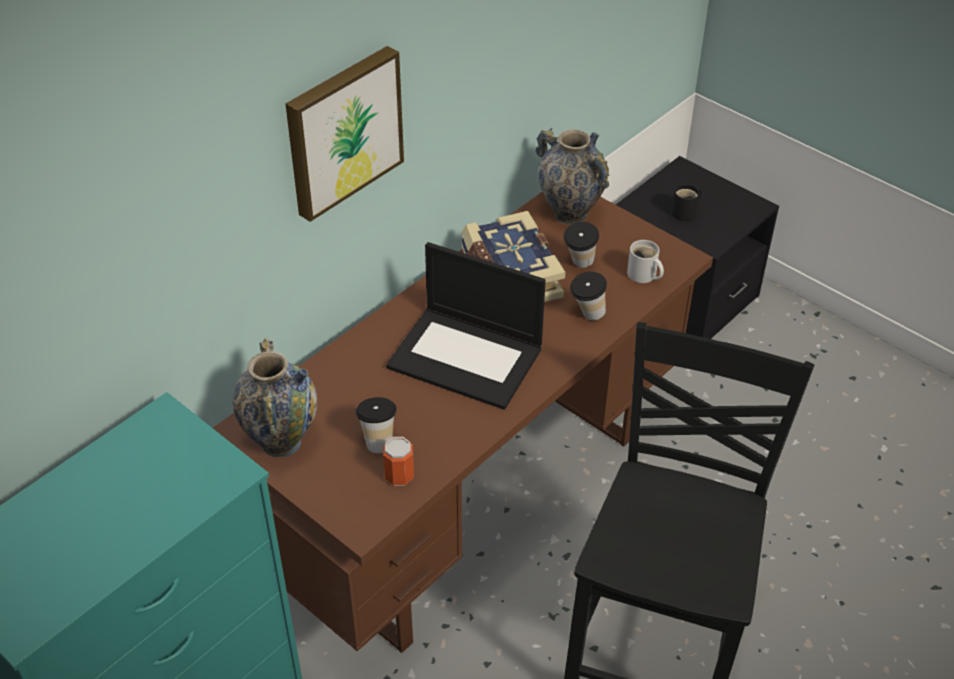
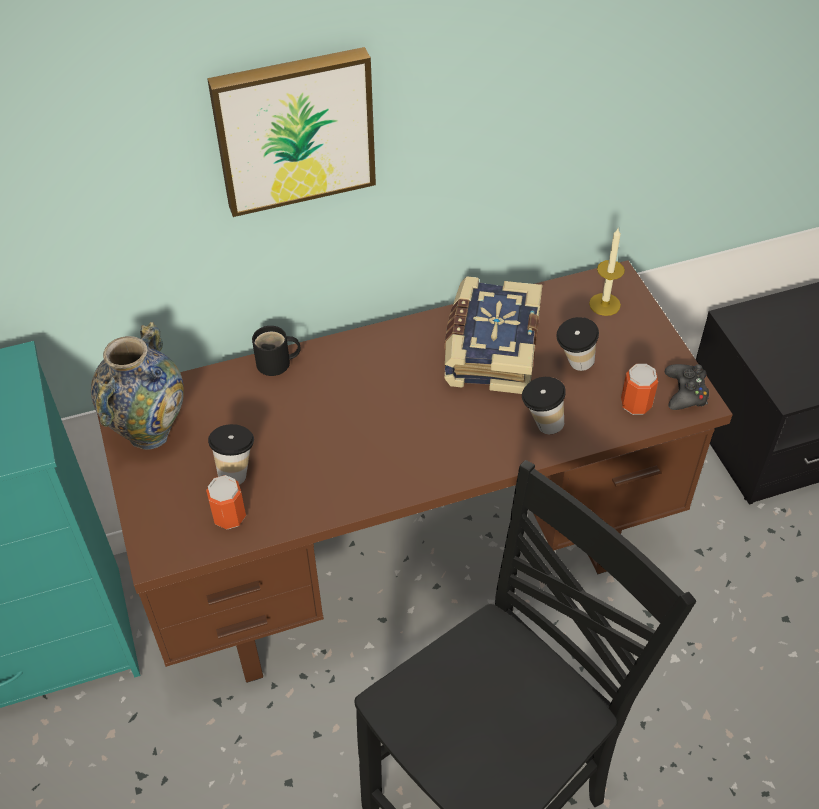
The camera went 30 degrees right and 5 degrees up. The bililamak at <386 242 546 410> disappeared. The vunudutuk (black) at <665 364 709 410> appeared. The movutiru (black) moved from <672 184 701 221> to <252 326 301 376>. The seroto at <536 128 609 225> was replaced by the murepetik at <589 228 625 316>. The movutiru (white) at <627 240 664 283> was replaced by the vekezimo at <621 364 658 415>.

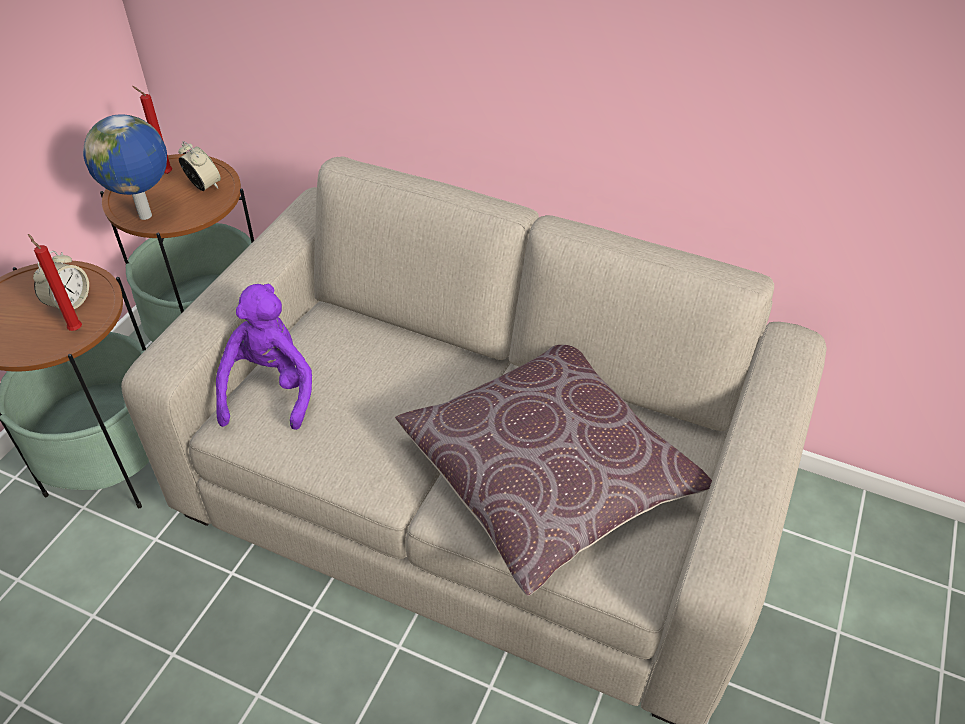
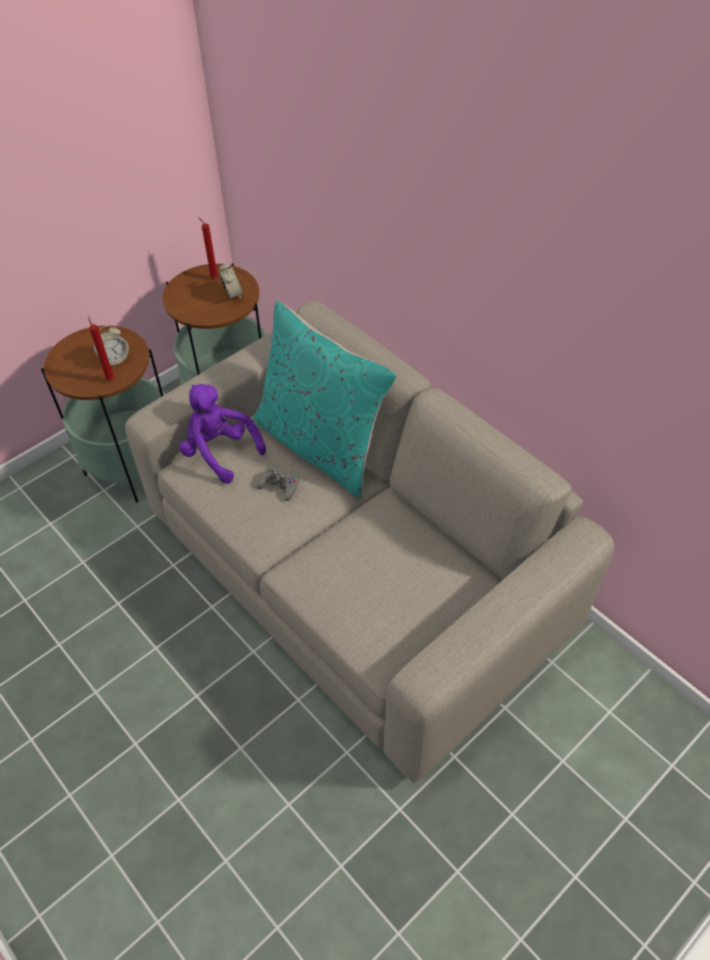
The camera went 25 degrees right and 5 degrees up. The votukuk at <83 114 167 220> disappeared. The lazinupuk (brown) at <395 345 712 596> disappeared. The lazinupuk (turquoise) at <253 301 397 498> appeared. The vunudutuk (grey) at <257 465 299 501> appeared. The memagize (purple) at <216 284 312 430> turned 75 degrees counterclockwise.

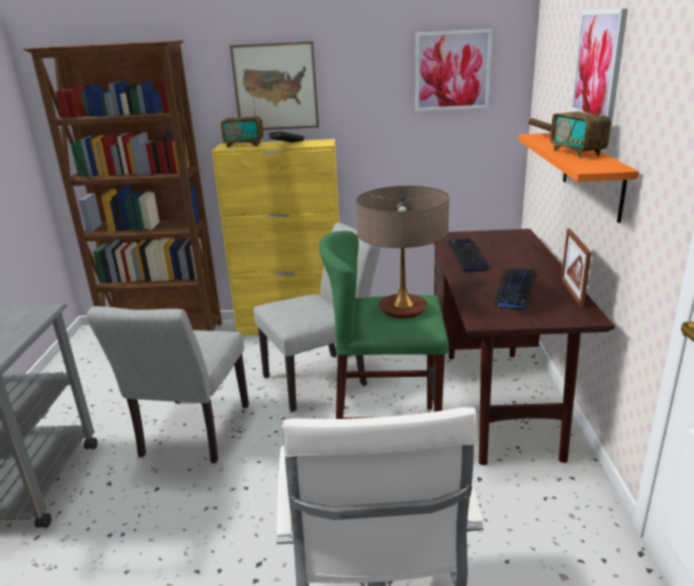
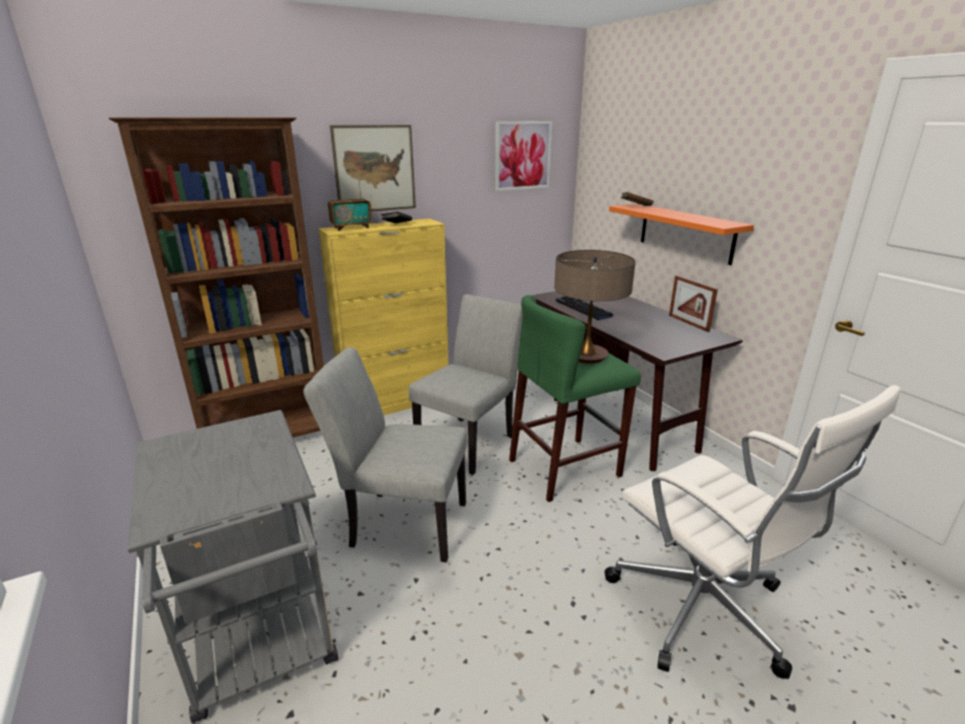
The camera went 30 degrees left and 0 degrees up. The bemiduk at <494 268 535 310> disappeared. The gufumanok at <550 83 611 158> disappeared. The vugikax at <571 8 628 125> disappeared. The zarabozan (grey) at <87 306 249 463> turned 120 degrees clockwise.

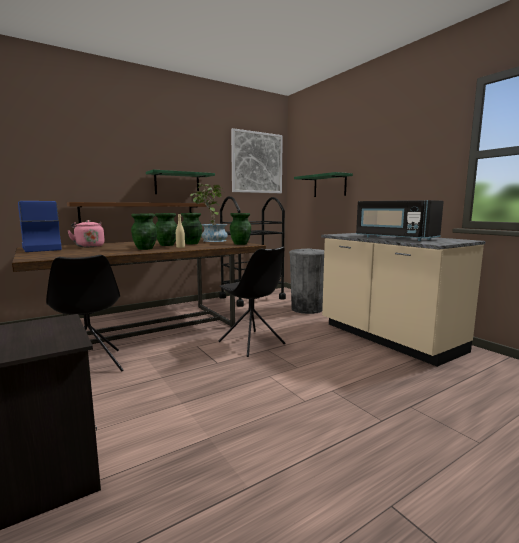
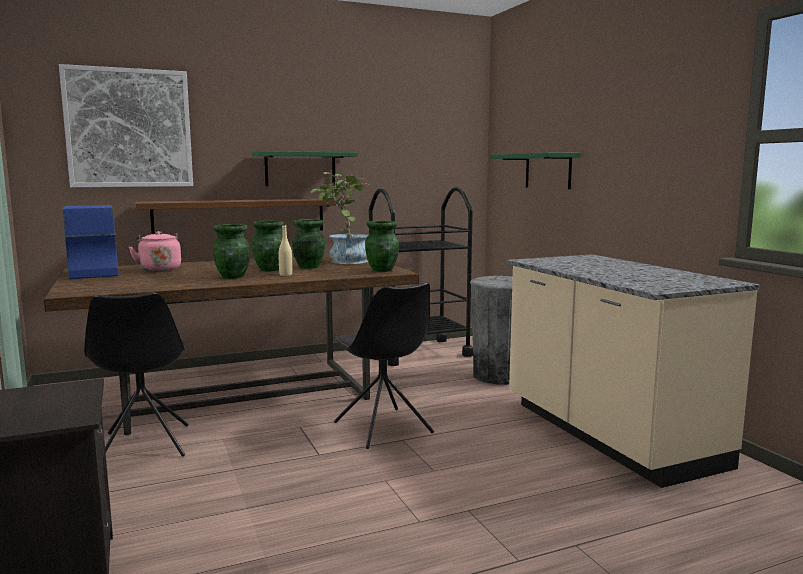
The camera went 10 degrees right and 0 degrees up. The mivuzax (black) at <356 200 444 241> disappeared. The vugikax moved from <231 128 283 193> to <59 64 193 187>.

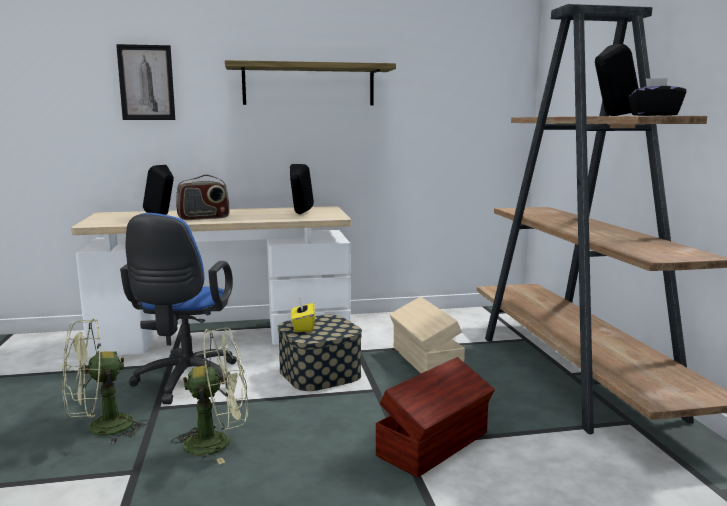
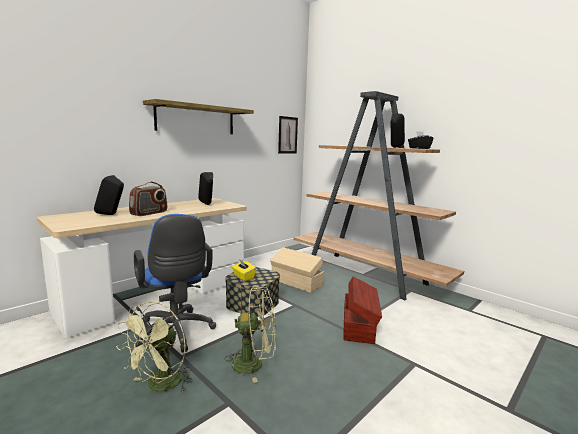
The camera went 35 degrees left and 0 degrees up. The vugikax moved from <116 44 175 120> to <278 116 298 154>. The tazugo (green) at <171 328 248 464> turned 45 degrees clockwise.

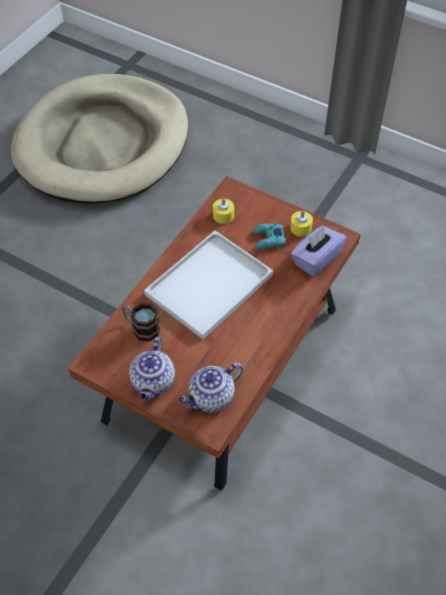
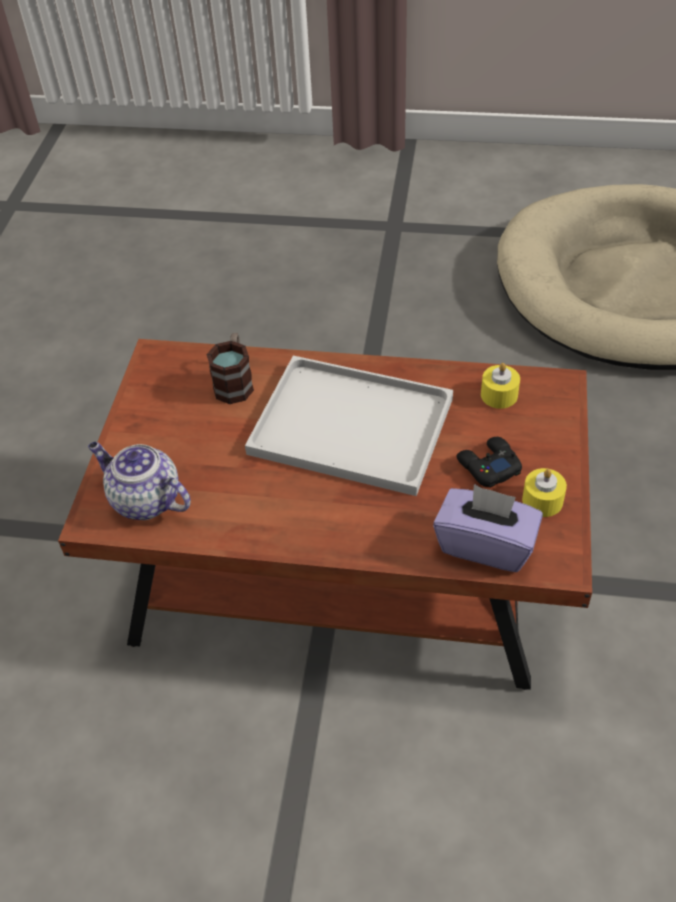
The camera went 70 degrees right and 5 degrees down. The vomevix at <129 337 175 402> disappeared. The vunudutuk (turquoise) at <253 222 286 249> became the vunudutuk (black) at <457 437 522 488>.

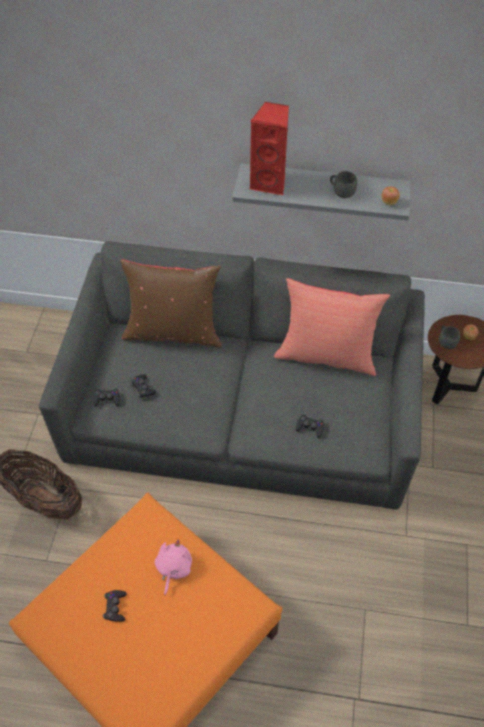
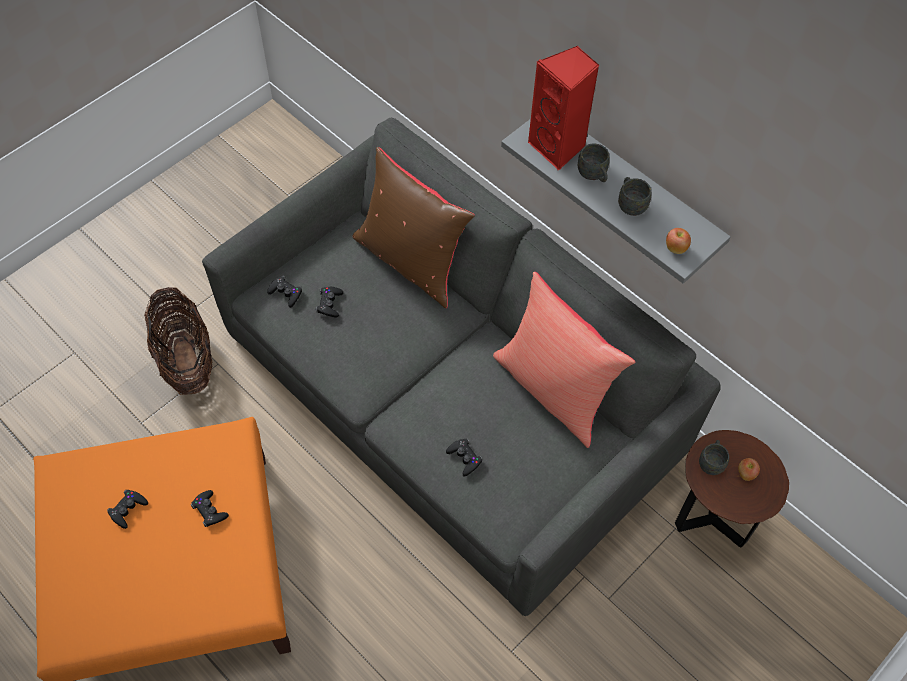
The camera went 35 degrees right and 5 degrees up. The movutiru (grey) at <578 144 610 182> appeared. The memagize (pink) at <155 539 192 595> was replaced by the vunudutuk (black) at <191 490 229 527>.

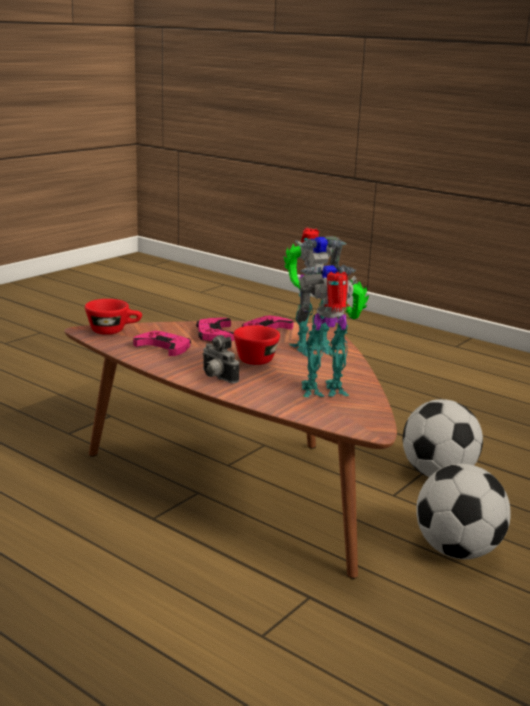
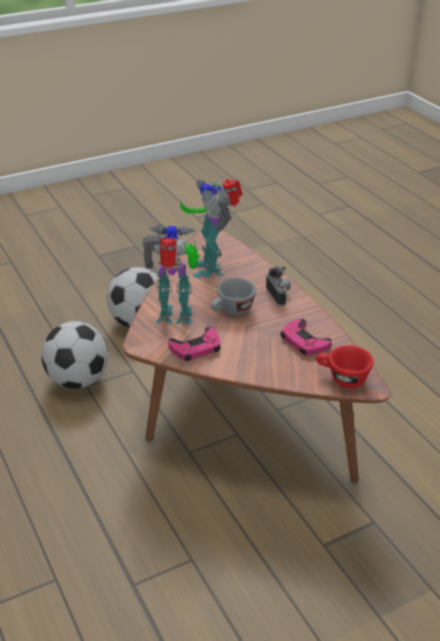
The camera went 155 degrees left and 15 degrees up. The vunudutuk (pink) at <196 318 234 341> disappeared. The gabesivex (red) at <233 325 280 365> became the gabesivex (grey) at <211 278 256 315>. The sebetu at <297 264 369 397> turned 60 degrees clockwise.

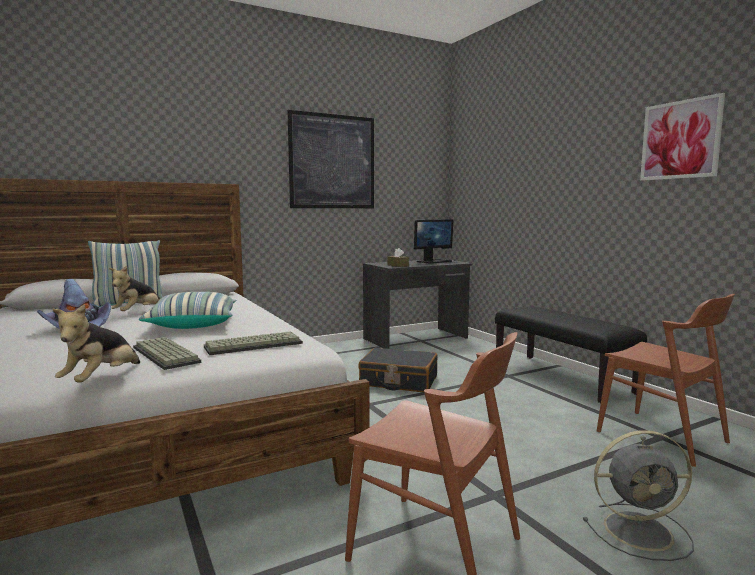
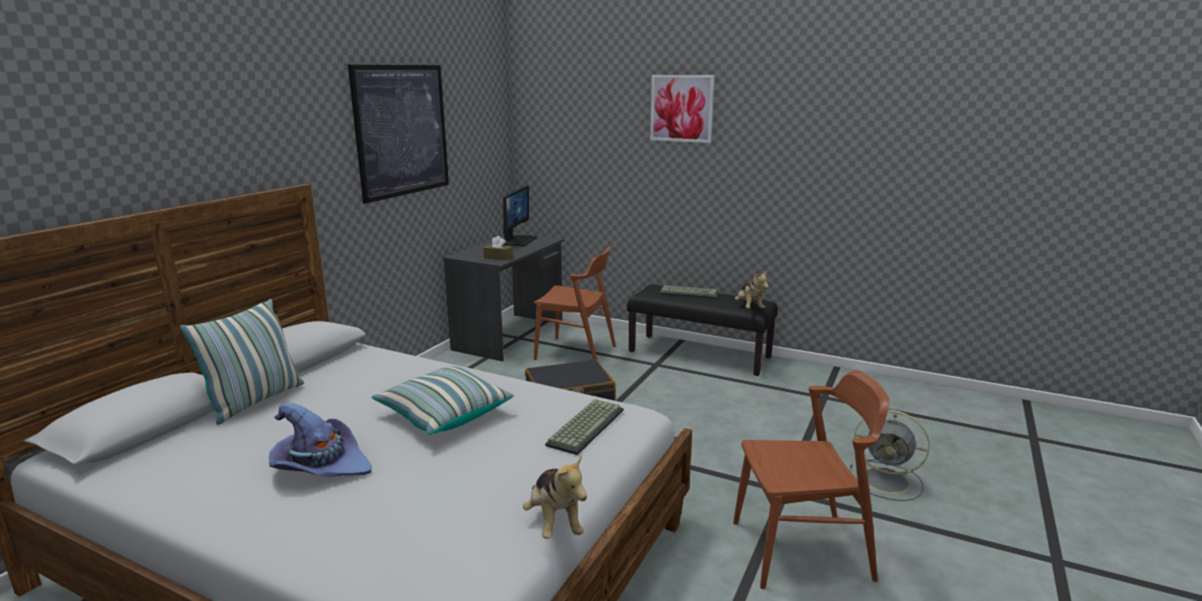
The camera went 35 degrees left and 10 degrees up. The memagize moved from <109 266 161 311> to <735 270 769 309>. The bemiduk moved from <133 337 201 370> to <660 285 718 299>. The zarabozan (brown) moved from <597 294 735 467> to <534 247 616 360>. The vugikax moved from <640 93 725 181> to <650 75 715 143>. The tazugo (grey) at <583 430 694 561> turned 60 degrees clockwise.

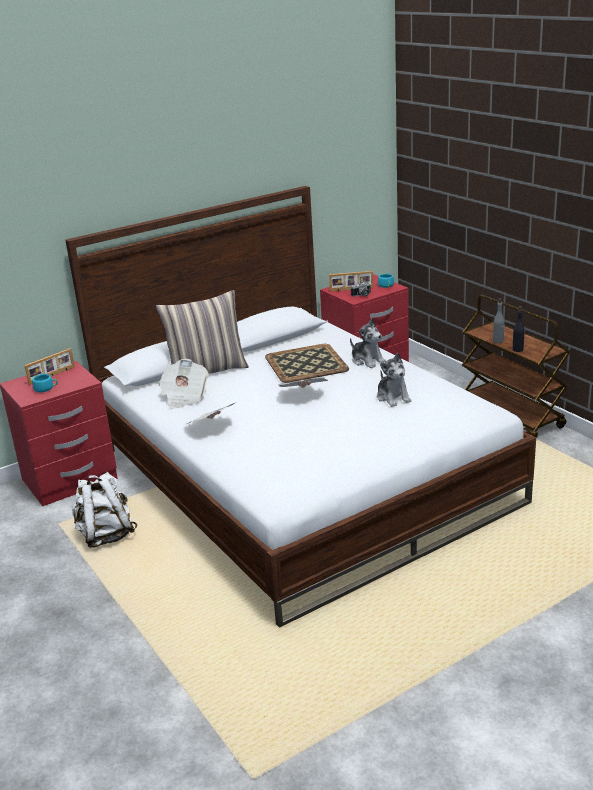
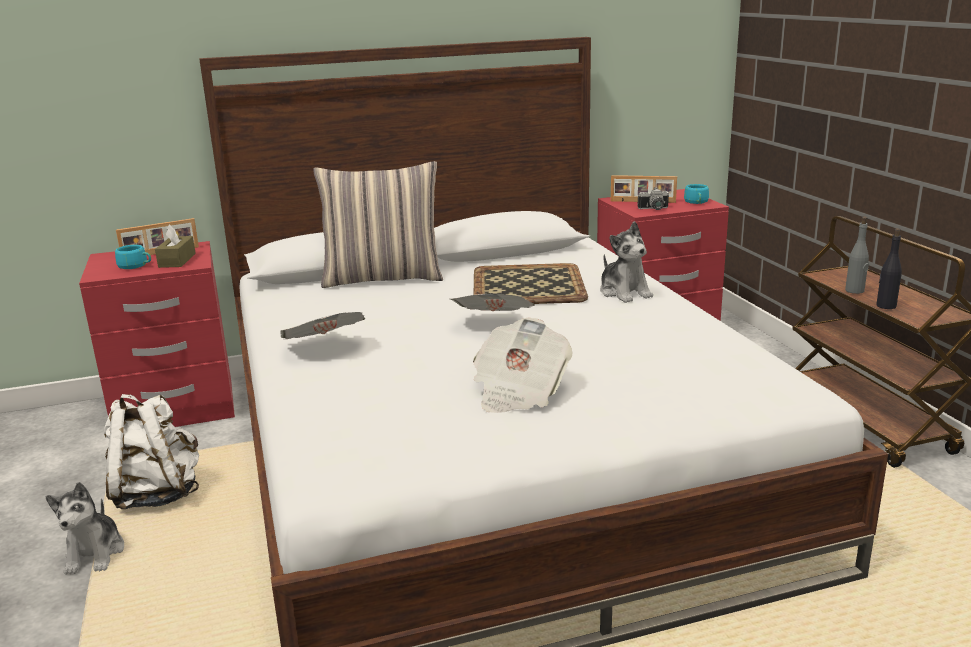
The camera went 15 degrees right and 5 degrees down. The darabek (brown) at <155 224 196 268> appeared. The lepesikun moved from <159 359 209 409> to <473 318 573 413>. The memagize moved from <377 353 412 407> to <46 482 124 575>.

